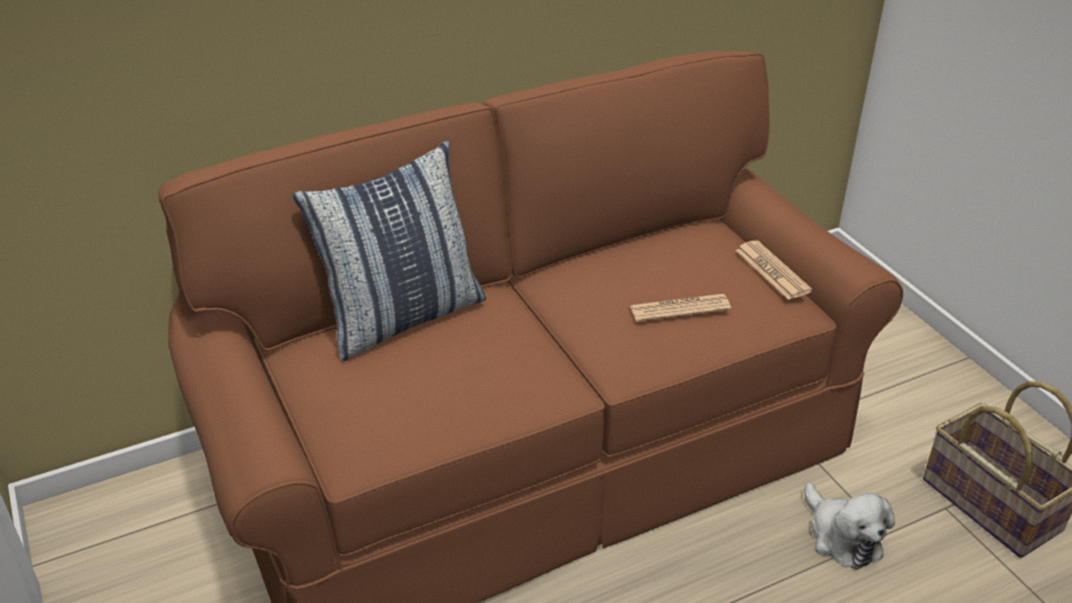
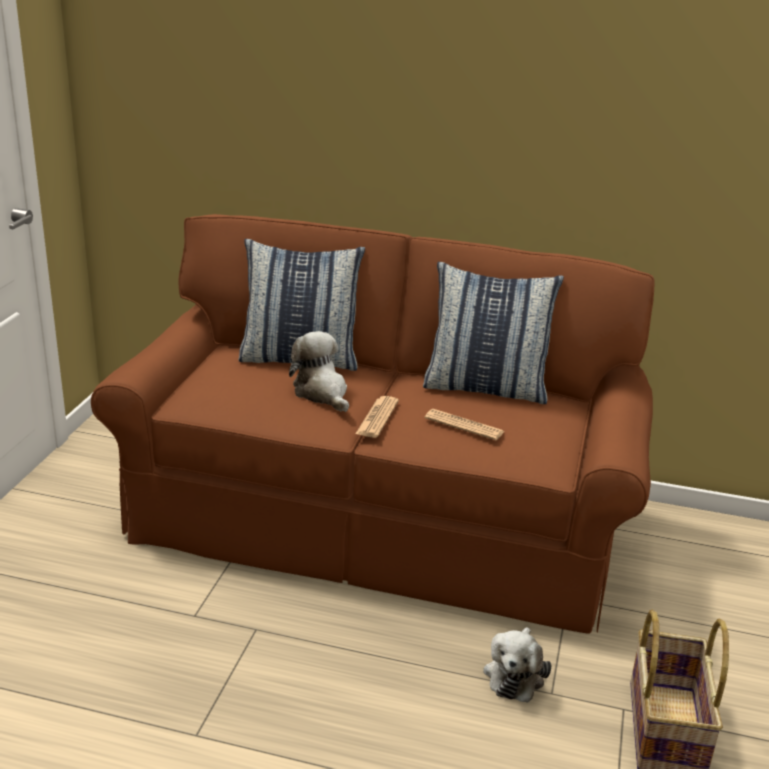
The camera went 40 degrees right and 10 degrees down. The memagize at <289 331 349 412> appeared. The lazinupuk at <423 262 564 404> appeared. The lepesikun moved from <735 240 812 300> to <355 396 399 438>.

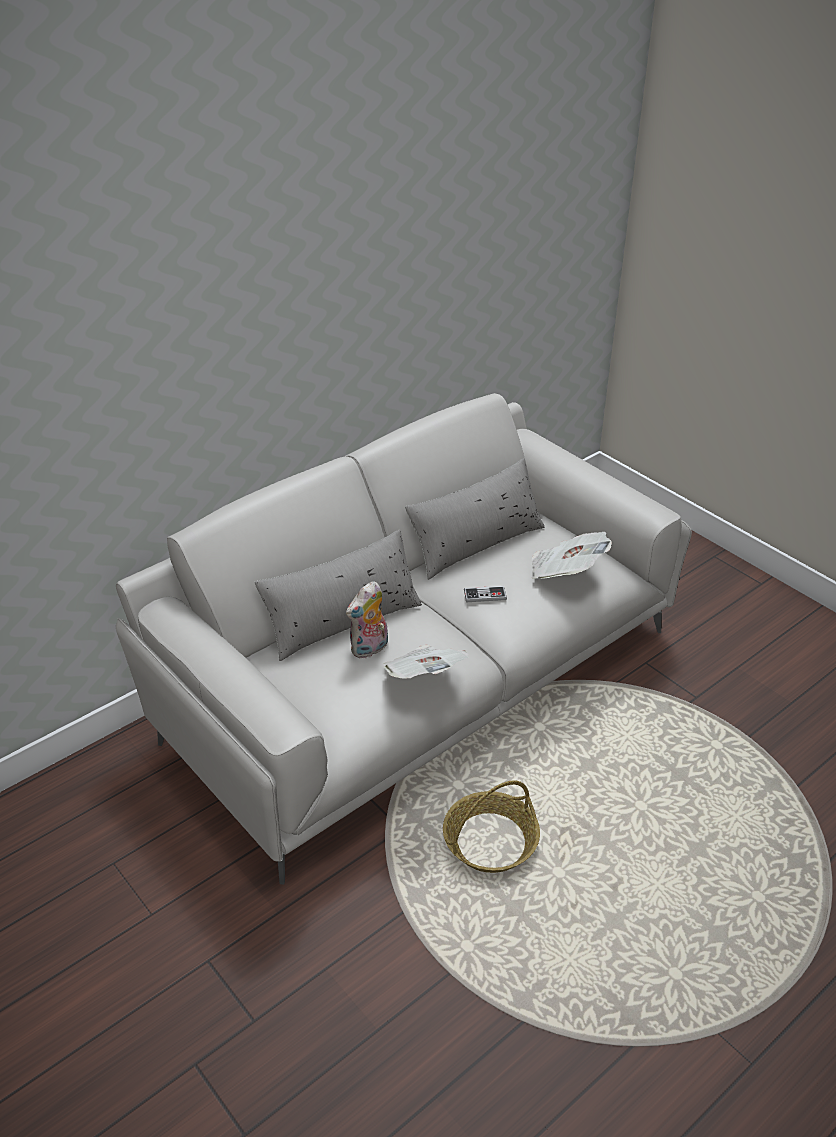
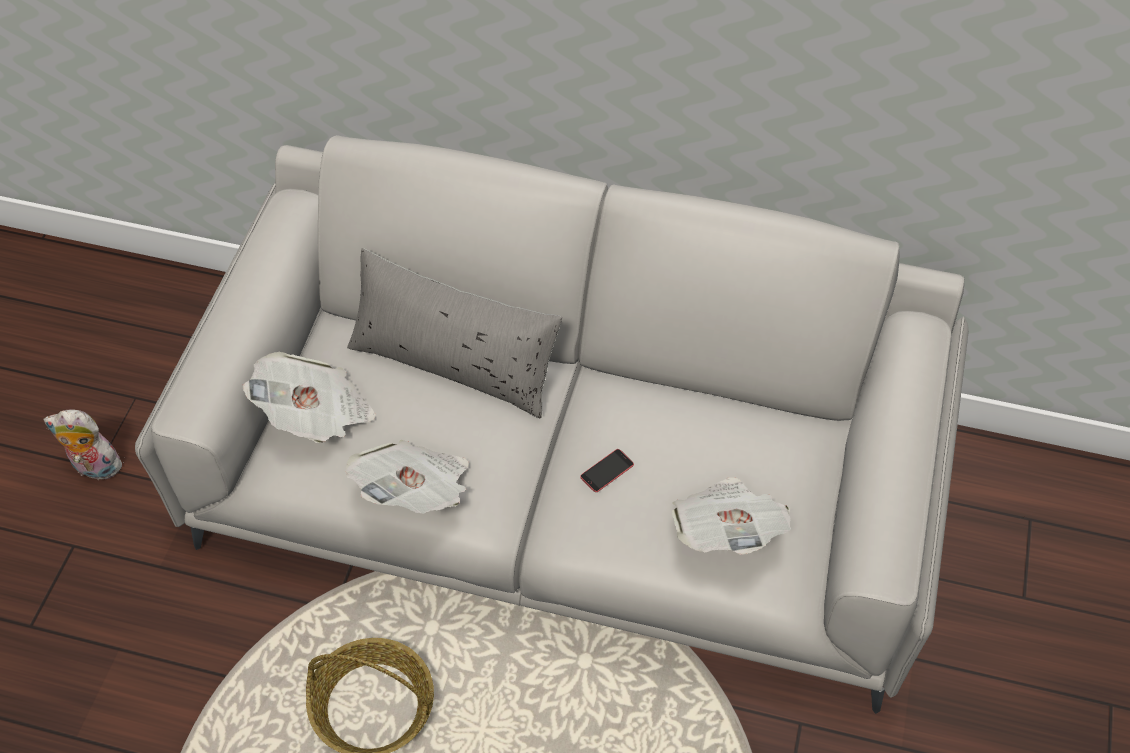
The camera went 55 degrees right and 15 degrees up. The lazinupuk (grey) at <405 458 544 580> disappeared. The lepesikun at <242 352 376 443> appeared. The memagize moved from <346 581 388 658> to <43 409 124 480>. The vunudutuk at <464 586 507 602> was replaced by the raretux at <580 449 634 492>.

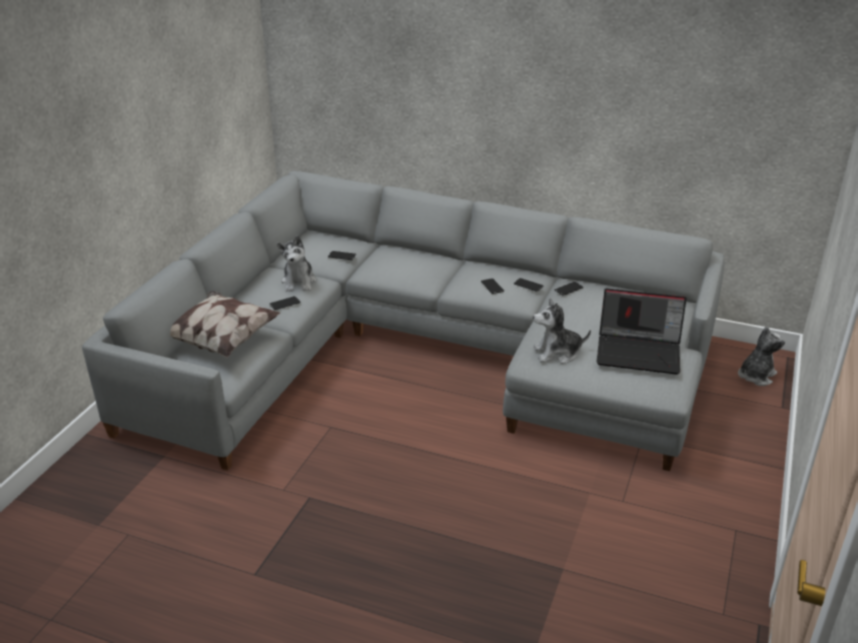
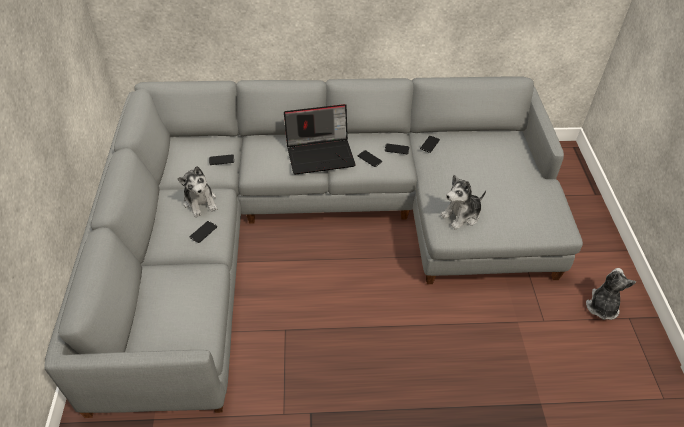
The camera went 25 degrees left and 15 degrees up. The lazinupuk at <170 291 280 357> disappeared. The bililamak moved from <596 288 687 375> to <284 104 356 175>. The memagize moved from <738 327 785 386> to <586 268 636 320>.

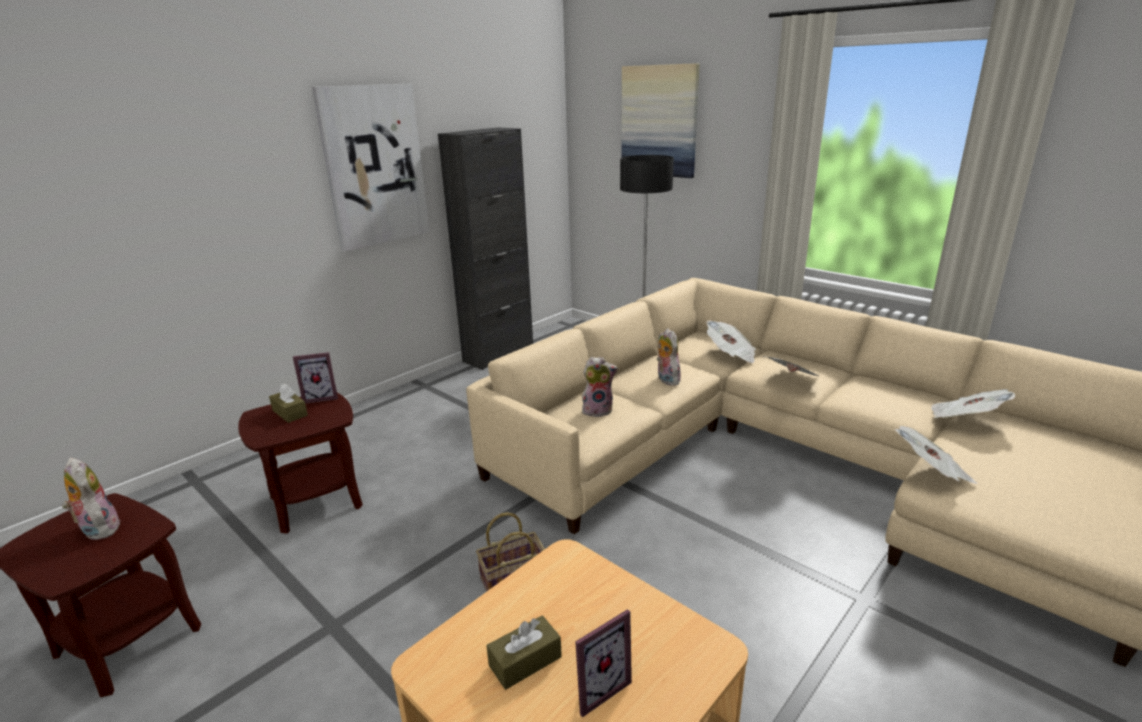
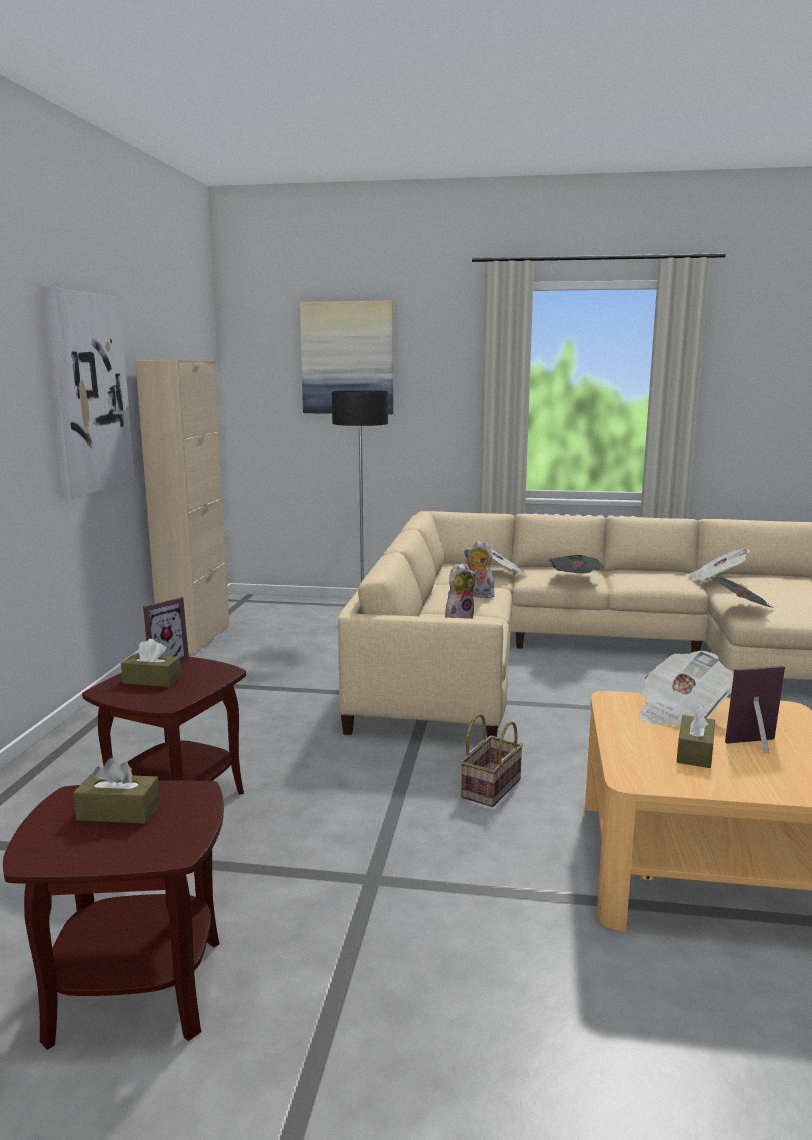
The camera went 35 degrees left and 10 degrees down. The lepesikun at <639 651 734 727> appeared. The memagize at <62 457 120 540> was replaced by the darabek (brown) at <73 758 160 824>. The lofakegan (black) at <438 128 533 370> became the lofakegan (beige) at <136 360 229 654>. The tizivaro at <575 609 632 717> turned 120 degrees counterclockwise.

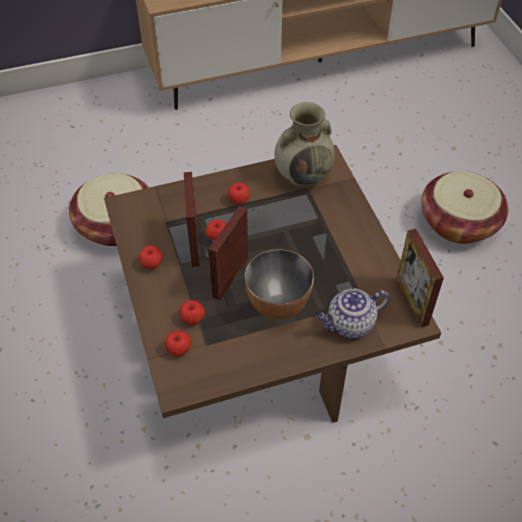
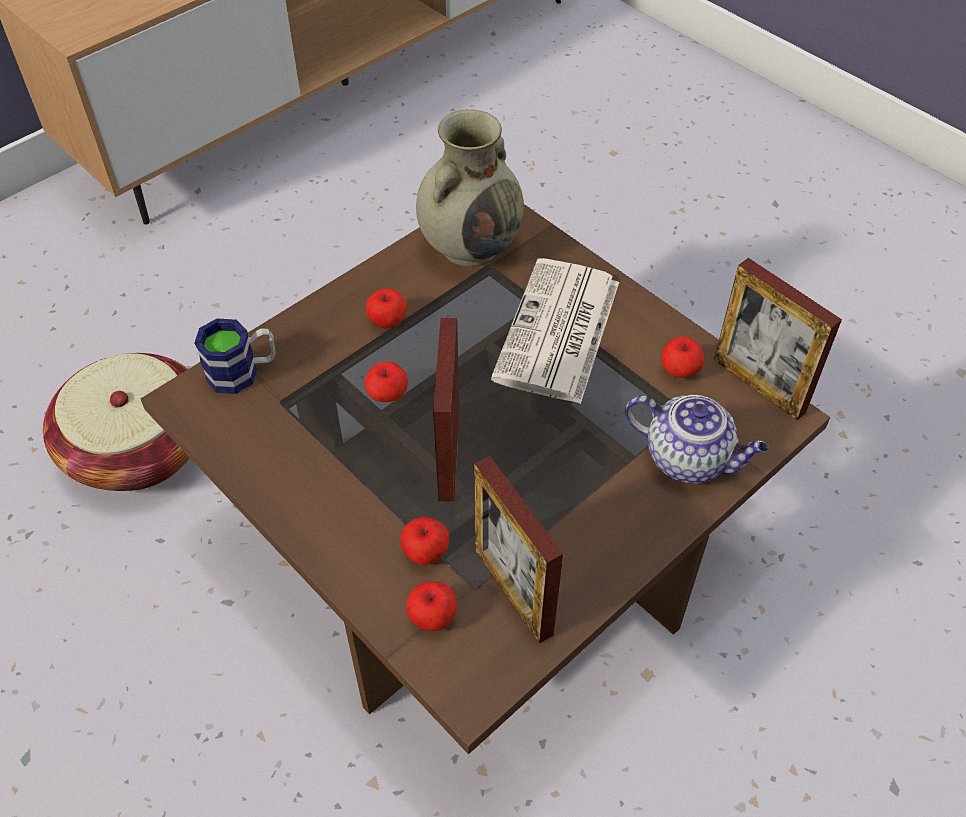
The camera went 25 degrees left and 0 degrees up. The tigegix at <245 249 314 320> disappeared. The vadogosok at <421 171 508 244> disappeared. The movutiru at <194 319 275 394> appeared. The lepesikun at <491 258 619 404> appeared. The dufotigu moved from <139 246 163 269> to <662 337 704 378>. The tizivaro moved from <184 172 200 267> to <474 456 563 643>. The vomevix at <317 289 389 338> turned 105 degrees counterclockwise.

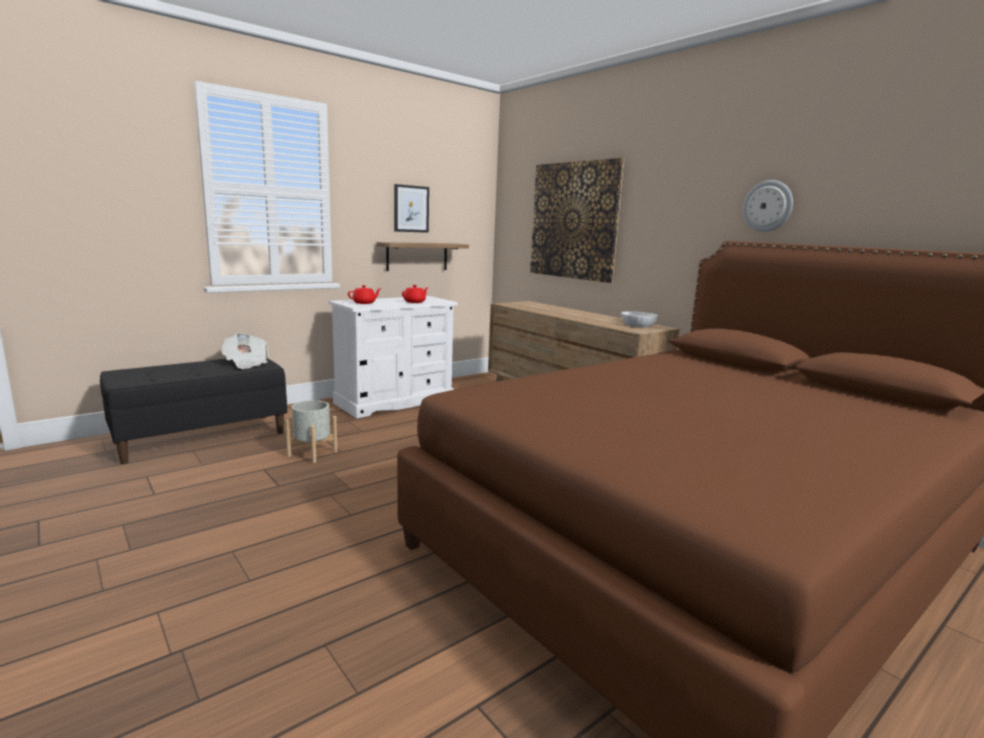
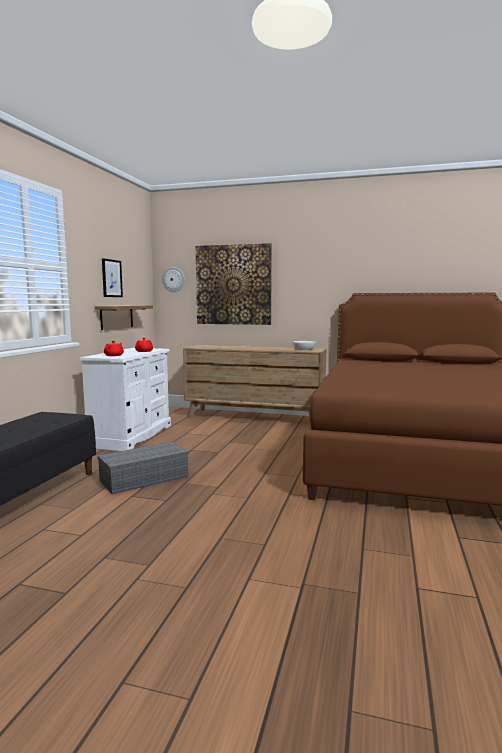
The camera went 35 degrees left and 5 degrees down. The lepesikun at <221 333 269 369> disappeared. The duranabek moved from <743 180 793 232> to <162 267 185 292>. The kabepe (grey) at <285 400 337 463> was replaced by the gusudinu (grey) at <97 442 189 494>.

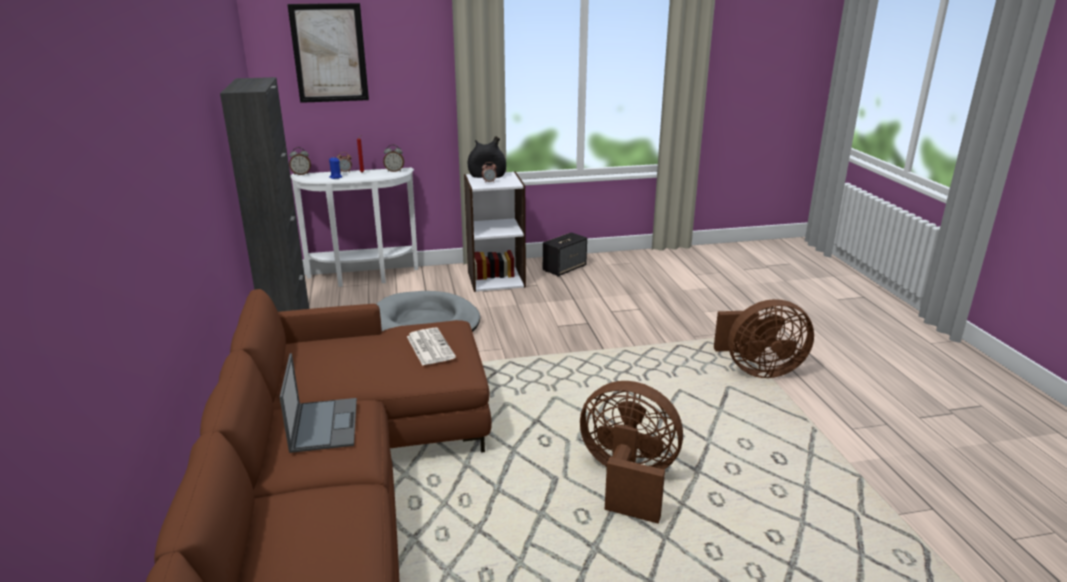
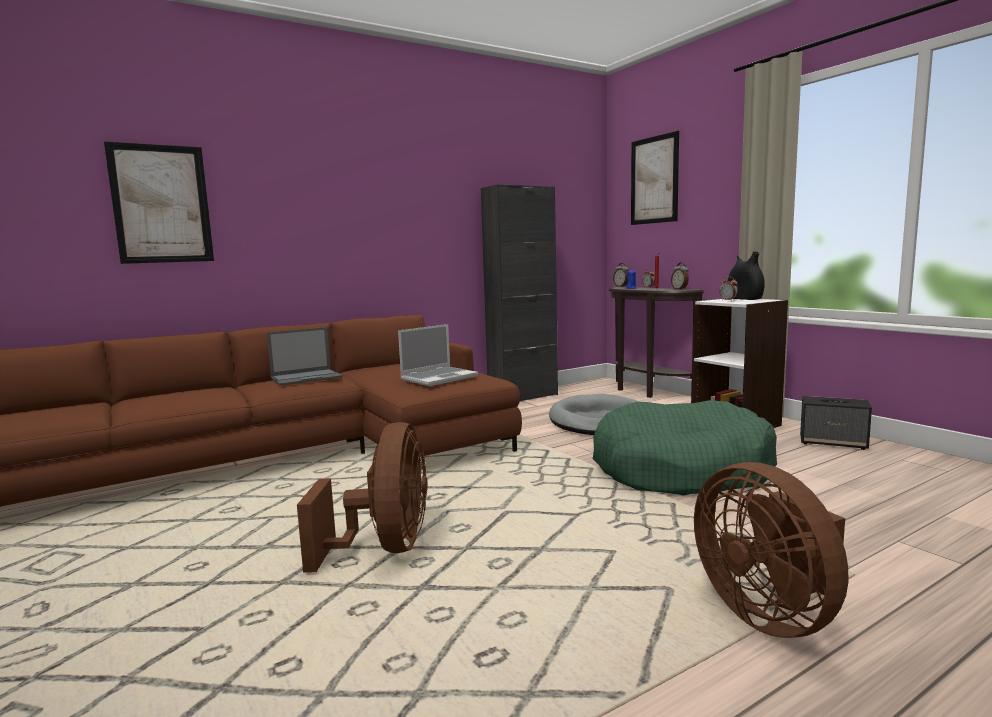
The camera went 70 degrees right and 15 degrees down. The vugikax at <104 141 214 264> appeared. The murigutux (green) at <593 400 777 495> appeared. The lepesikun at <407 328 456 366> was replaced by the bililamak at <398 324 478 386>. The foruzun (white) at <291 167 418 287> became the foruzun (brown) at <609 287 704 398>.

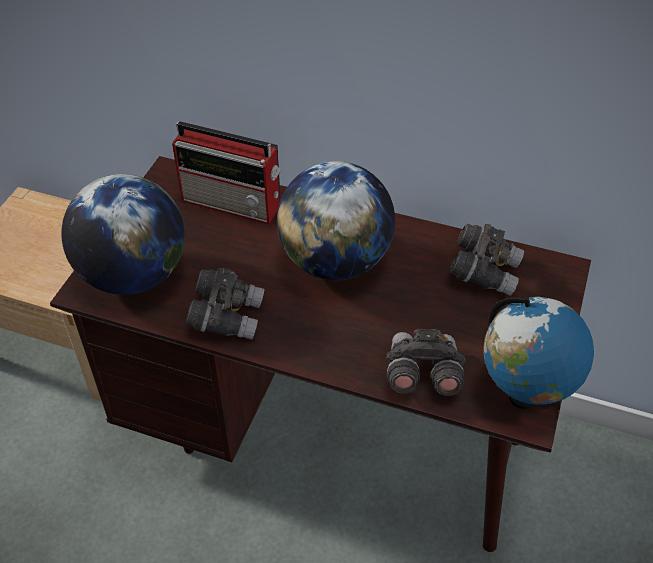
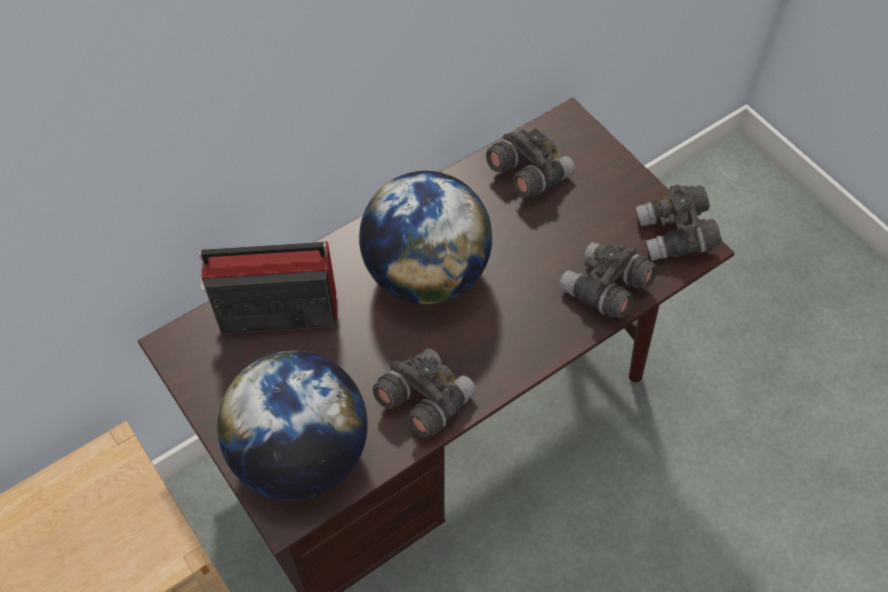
The camera went 55 degrees left and 10 degrees up. The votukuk at <483 297 594 409> was replaced by the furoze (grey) at <636 185 722 261>. The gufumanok at <172 121 281 224> turned 150 degrees counterclockwise.

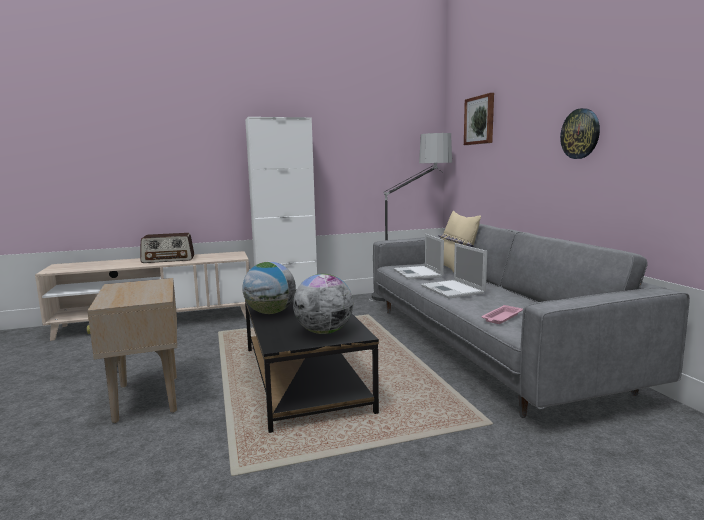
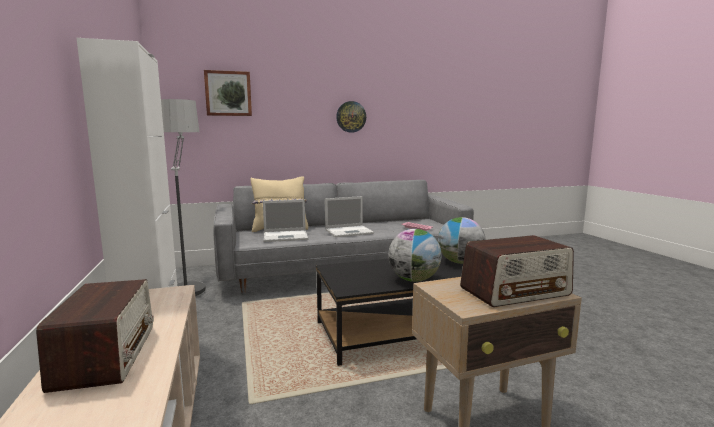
The camera went 90 degrees left and 0 degrees up. The gufumanok at <460 235 574 307> appeared.

